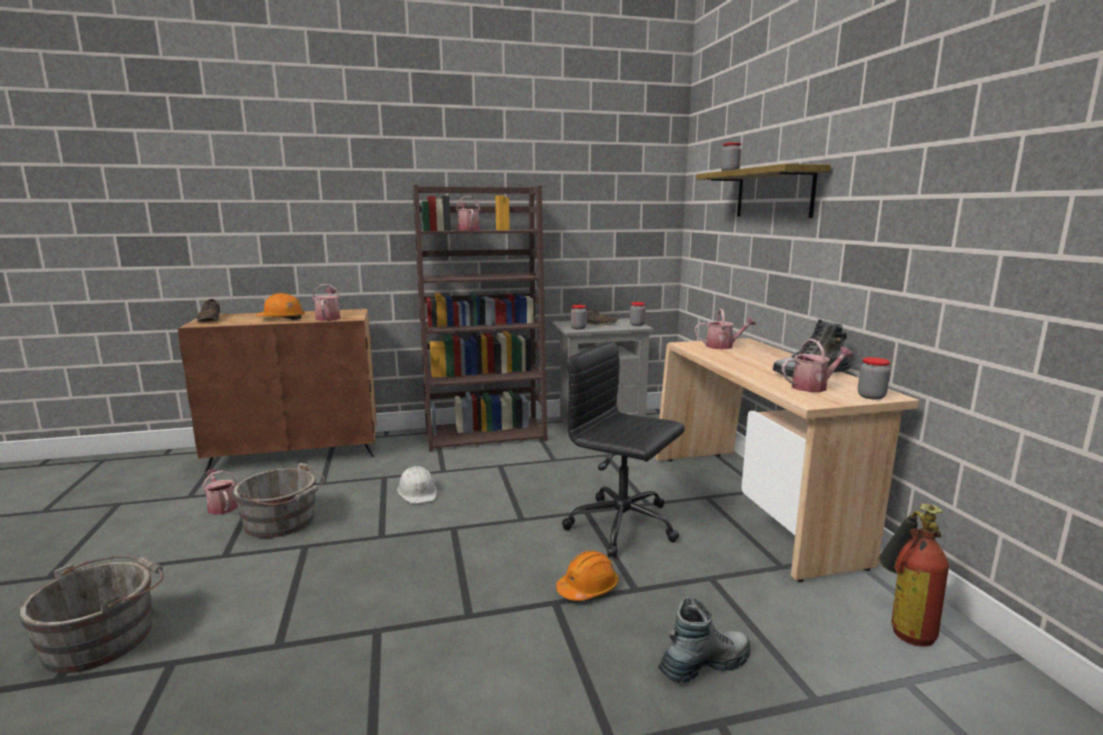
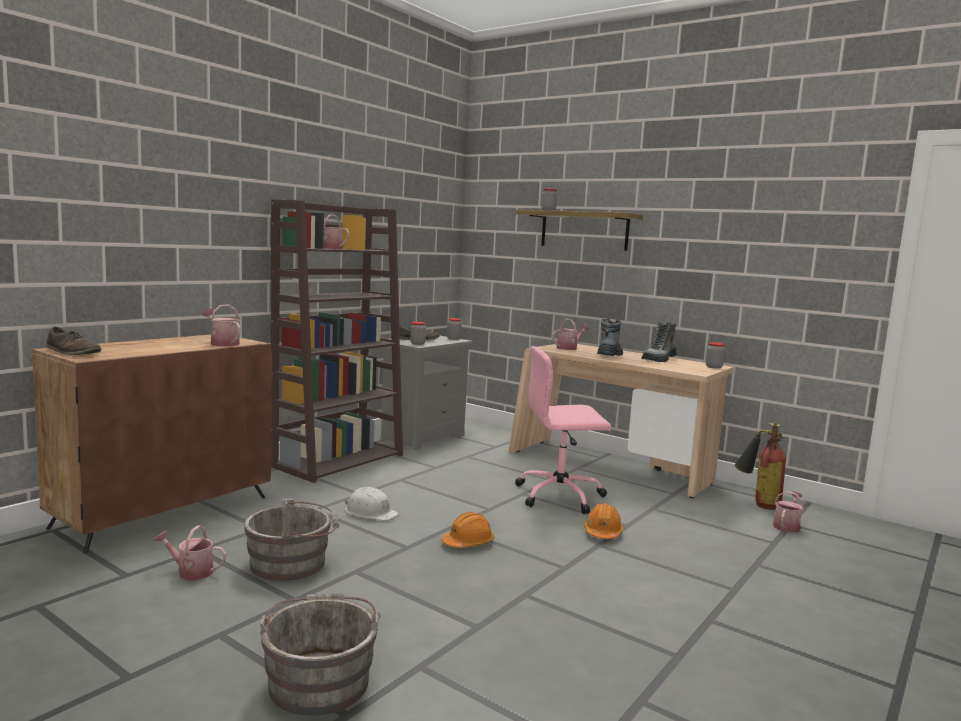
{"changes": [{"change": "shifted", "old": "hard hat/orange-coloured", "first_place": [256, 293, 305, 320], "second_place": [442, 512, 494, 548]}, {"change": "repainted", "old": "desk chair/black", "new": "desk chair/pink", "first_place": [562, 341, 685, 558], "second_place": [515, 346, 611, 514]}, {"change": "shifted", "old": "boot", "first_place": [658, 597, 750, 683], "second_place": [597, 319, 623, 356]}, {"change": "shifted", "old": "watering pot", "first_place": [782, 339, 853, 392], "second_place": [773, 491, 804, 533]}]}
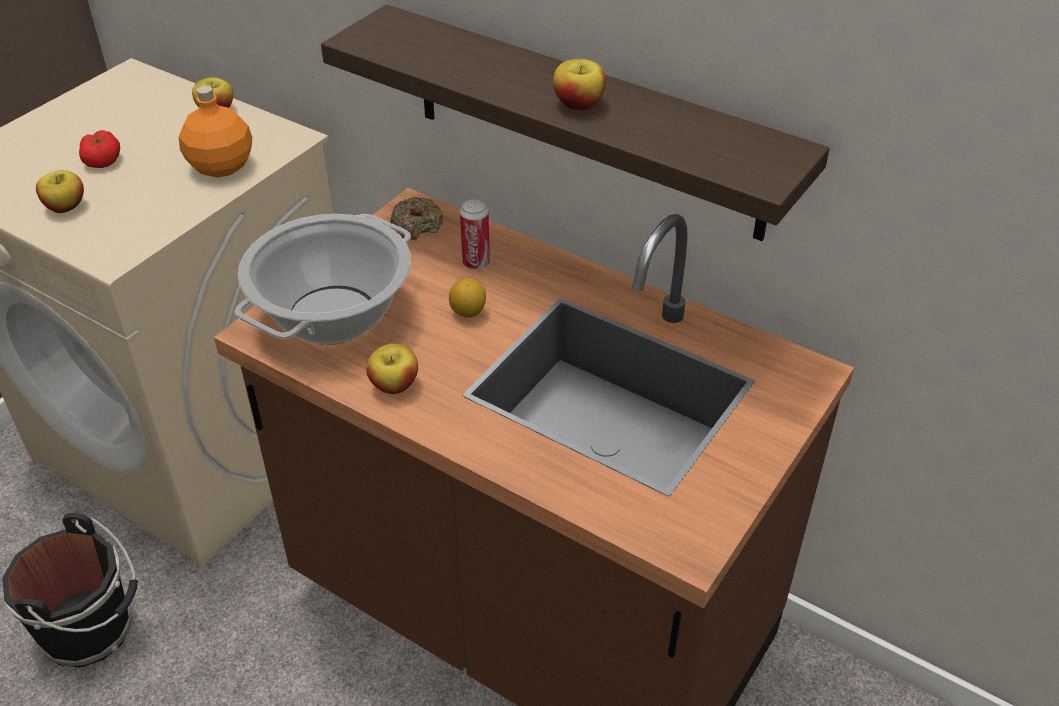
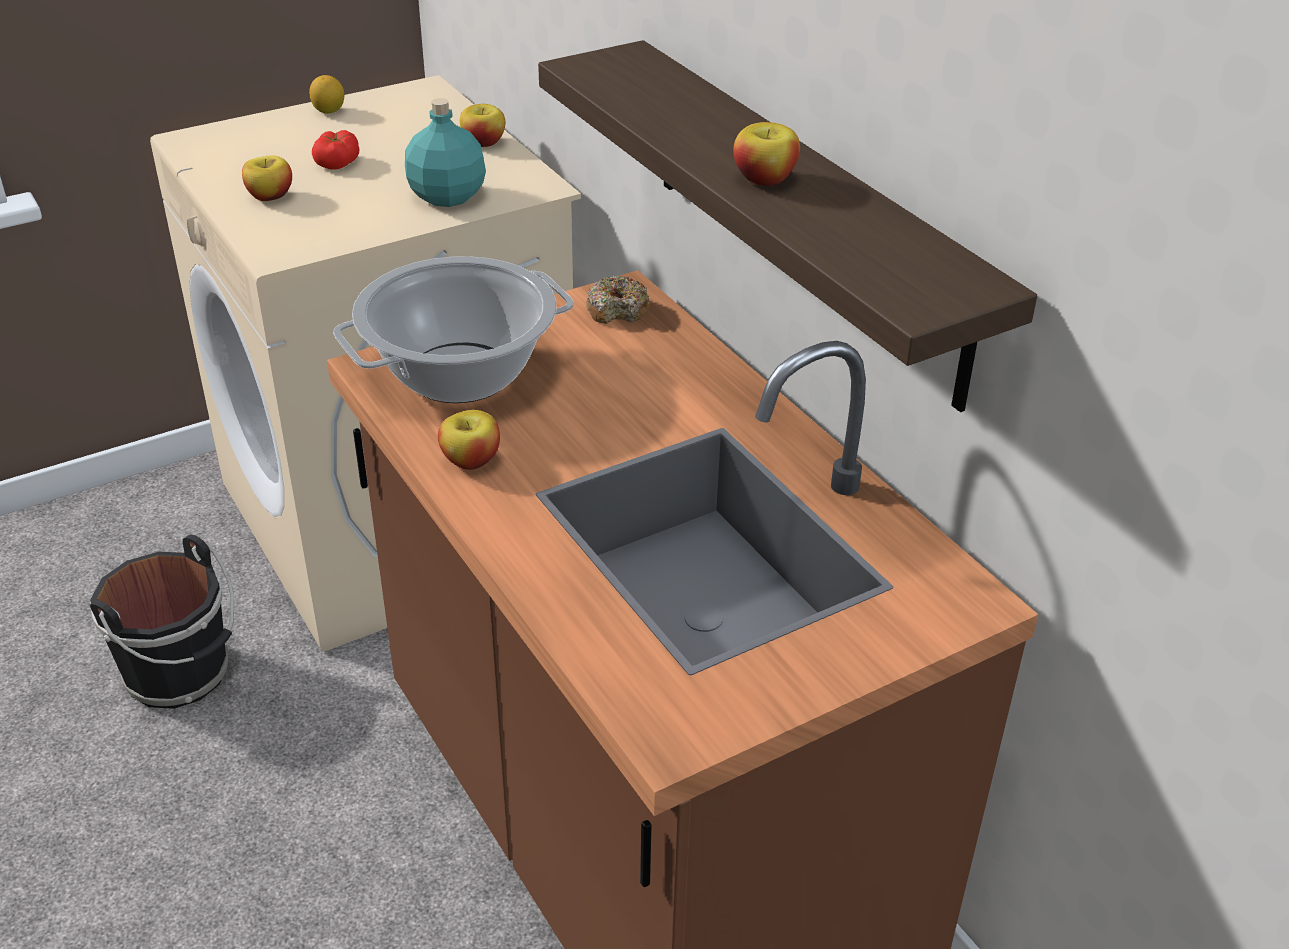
{"changes": [{"change": "shifted", "old": "citrus fruit", "first_place": [449, 278, 486, 318], "second_place": [309, 75, 344, 114]}, {"change": "repainted", "old": "bottle/orange-coloured", "new": "bottle/turquoise-coloured", "first_place": [179, 86, 252, 177], "second_place": [405, 98, 486, 207]}, {"change": "gone", "old": "metal can", "first_place": [460, 199, 490, 270]}]}
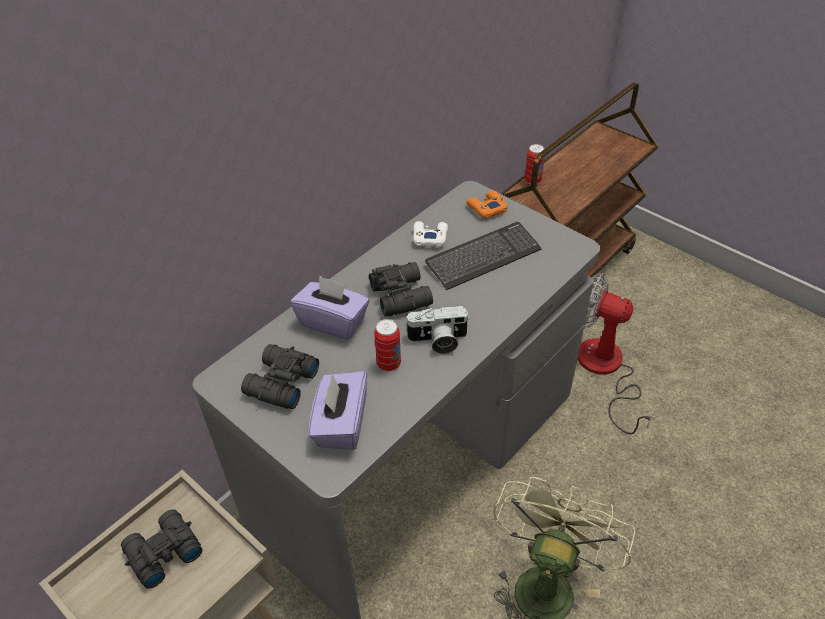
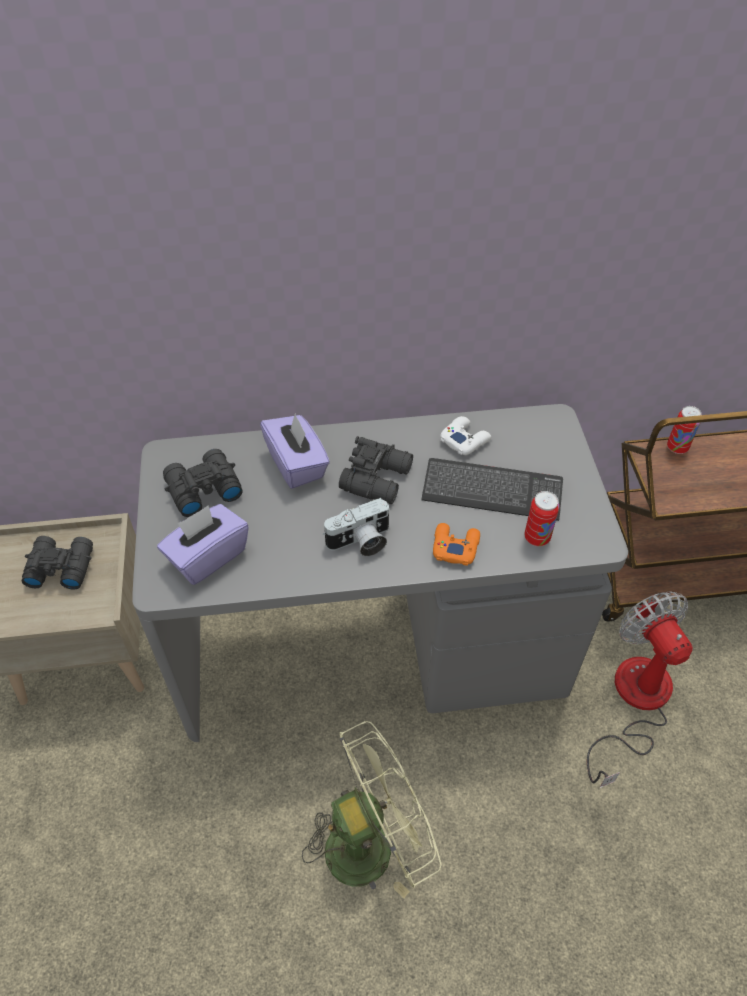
{"changes": [{"change": "rotated", "old": "photo camera", "first_place": [405, 306, 470, 354], "second_place": [323, 498, 390, 556], "degrees": -60}, {"change": "shifted", "old": "joypad/orange-coloured", "first_place": [466, 190, 508, 218], "second_place": [433, 523, 480, 566]}, {"change": "shifted", "old": "metal can", "first_place": [374, 319, 401, 371], "second_place": [524, 491, 559, 547]}]}
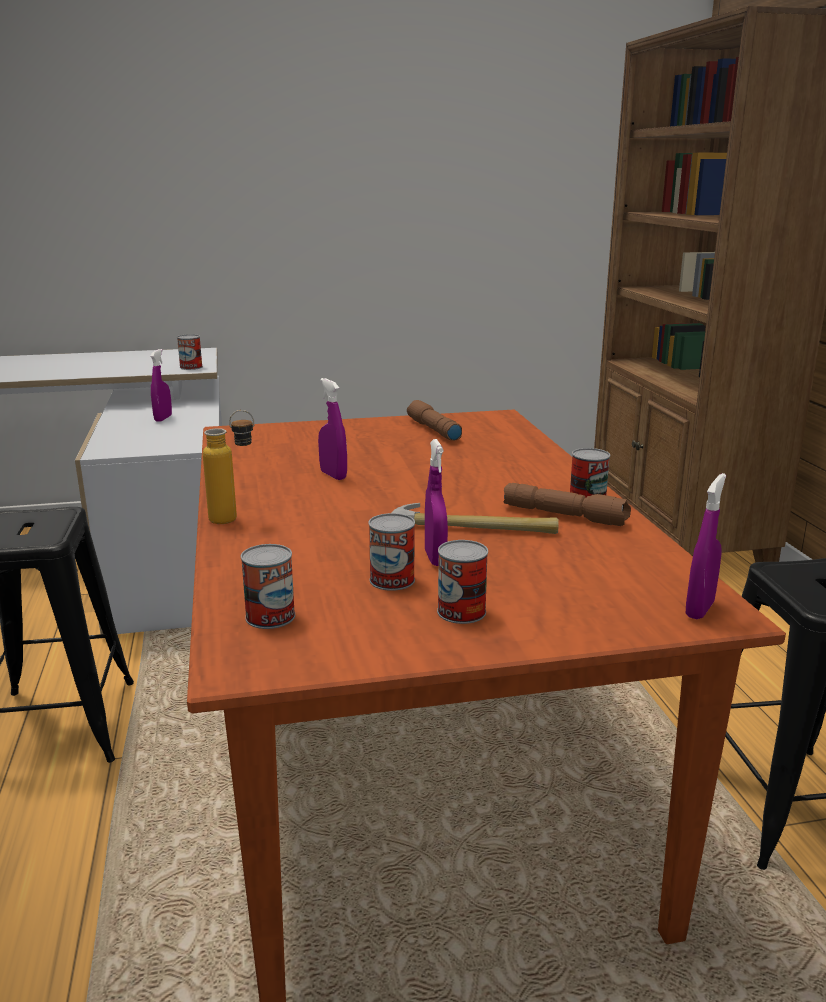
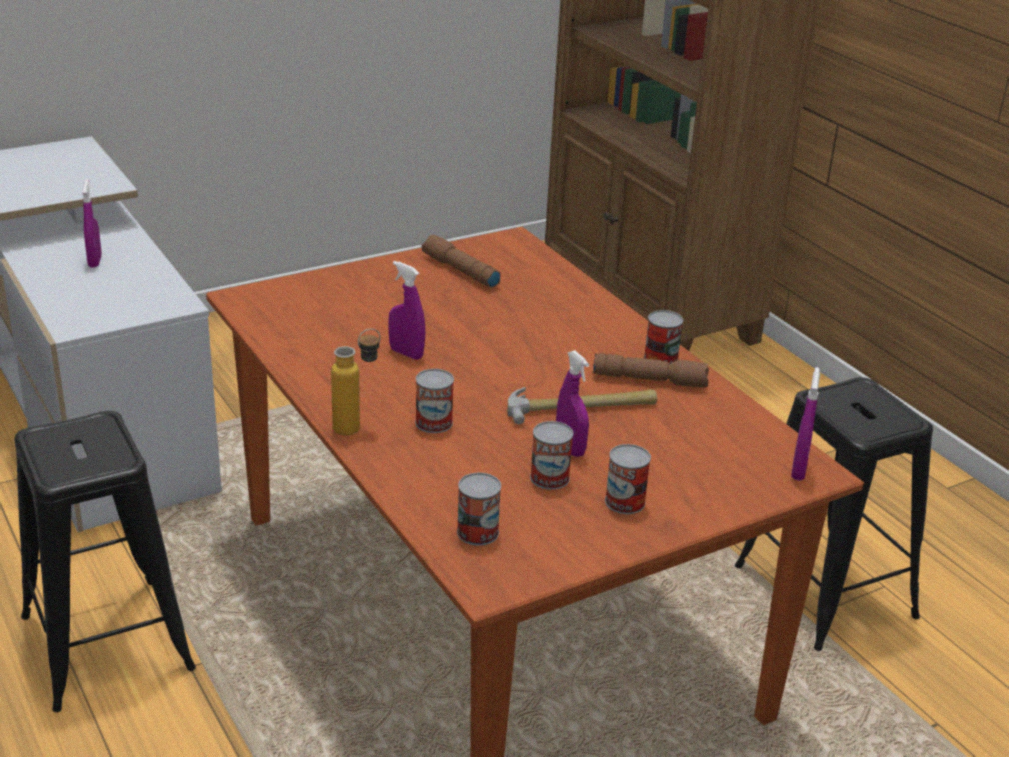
{"changes": [{"change": "shifted", "old": "metal can", "first_place": [177, 334, 203, 370], "second_place": [415, 369, 454, 433]}]}
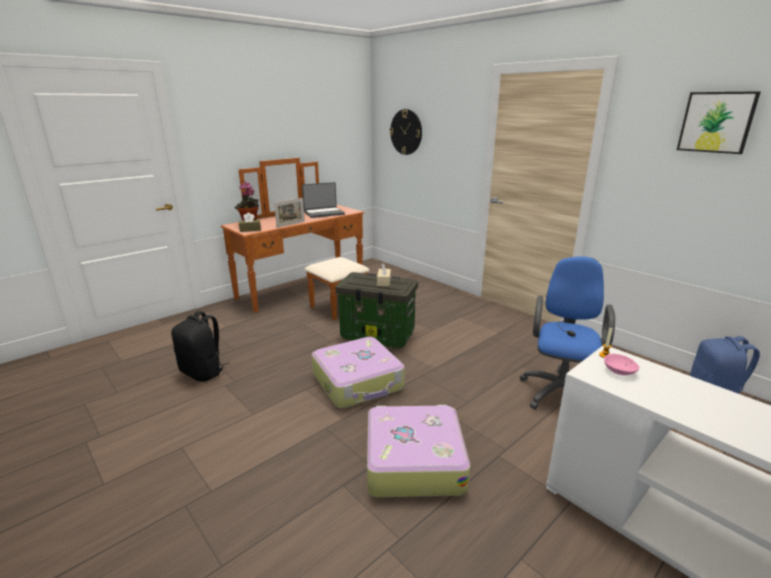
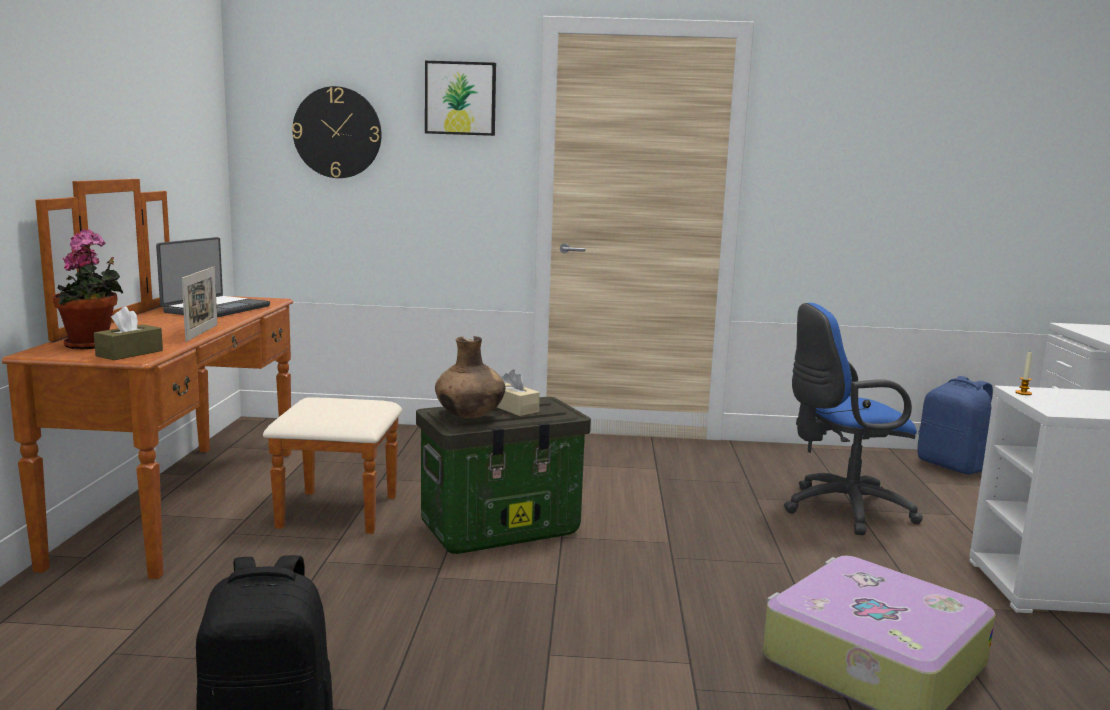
{"changes": [{"change": "shifted", "old": "wall picture", "first_place": [677, 91, 760, 154], "second_place": [425, 61, 496, 136]}, {"change": "new", "new": "flower vase/brown-coloured", "second_place": [435, 336, 506, 418]}, {"change": "rotated", "old": "desk chair/blue-coloured", "first_place": [519, 256, 615, 410], "second_place": [784, 303, 923, 535], "degrees": -75}, {"change": "gone", "old": "suitcase", "first_place": [312, 337, 405, 408]}, {"change": "gone", "old": "deep dish/pink", "first_place": [604, 354, 639, 375]}]}
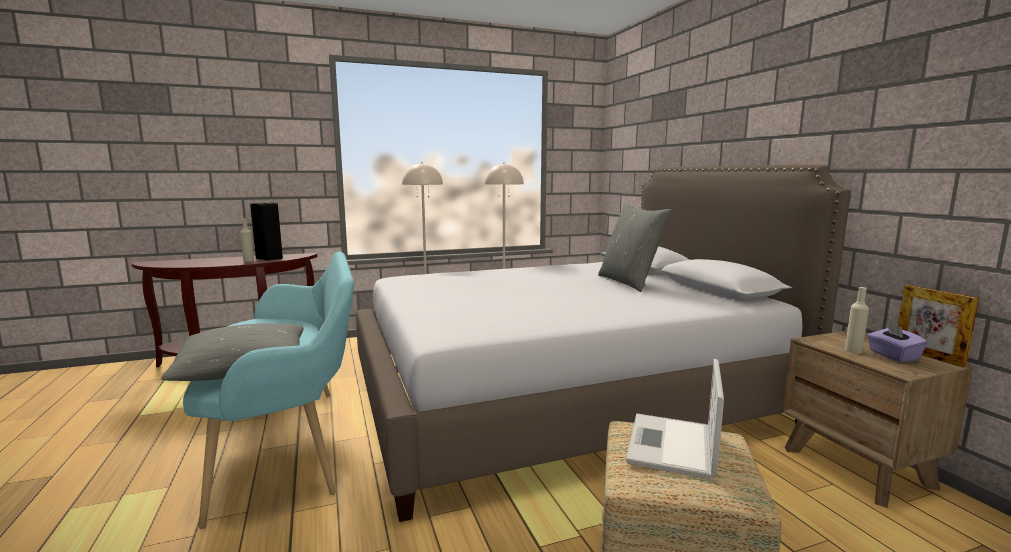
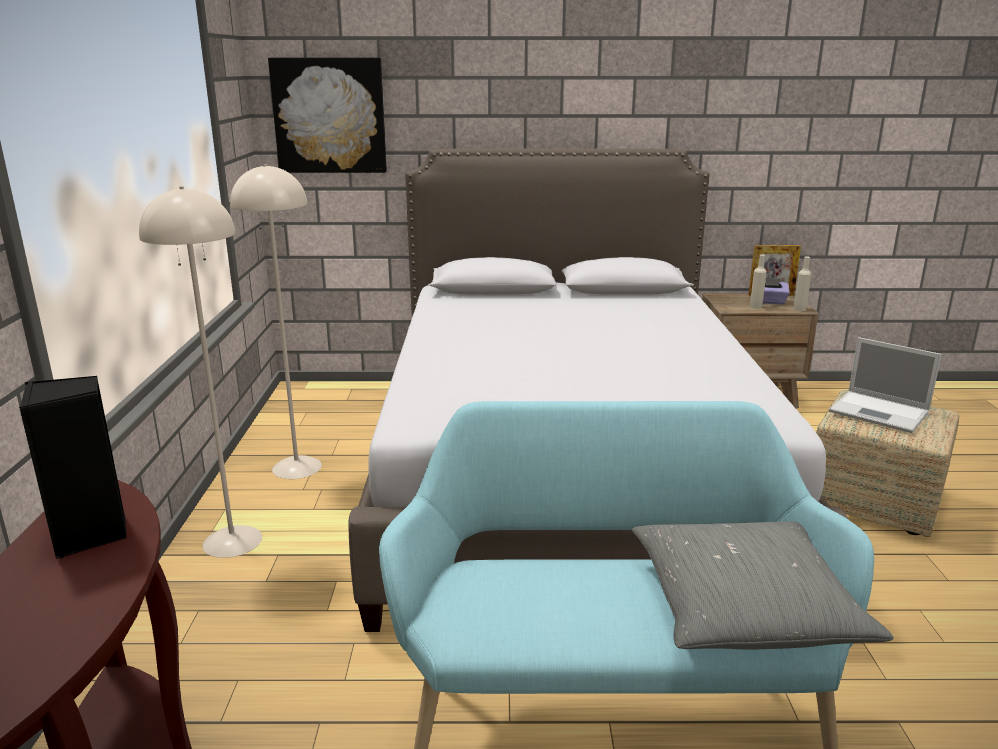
{"changes": [{"change": "new", "new": "wall picture", "second_place": [268, 58, 387, 173]}, {"change": "shifted", "old": "bottle/sand-coloured", "first_place": [240, 219, 254, 262], "second_place": [793, 256, 811, 311]}, {"change": "gone", "old": "throw pillow/grey", "first_place": [598, 204, 672, 292]}]}
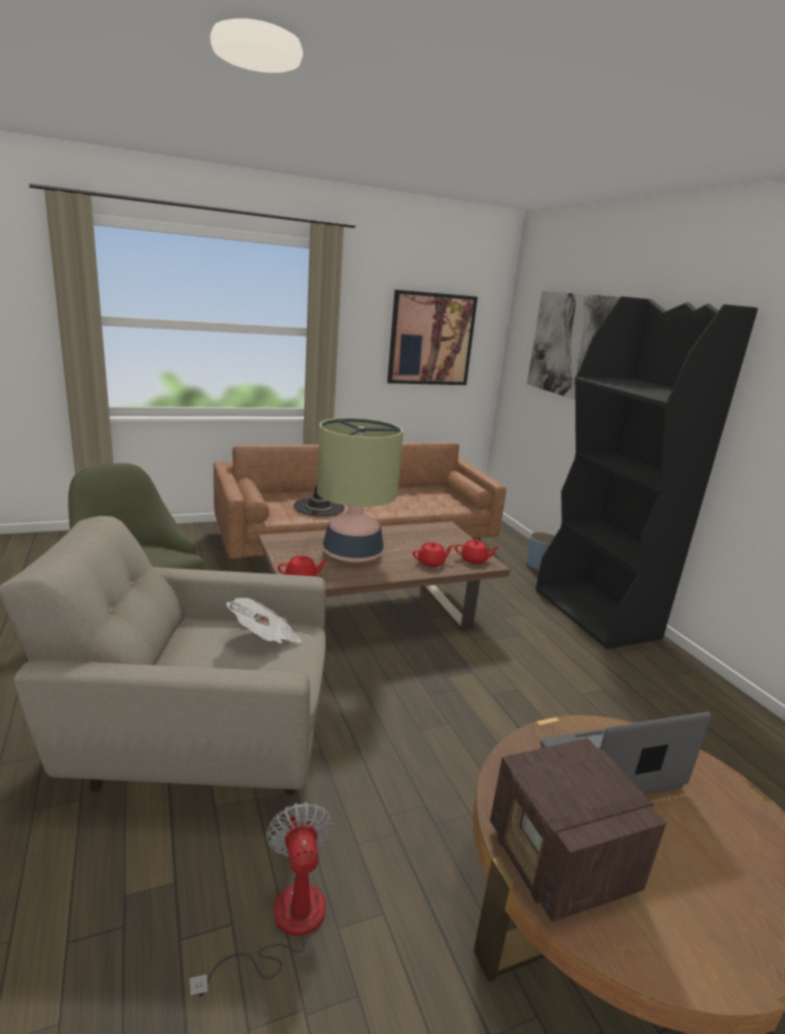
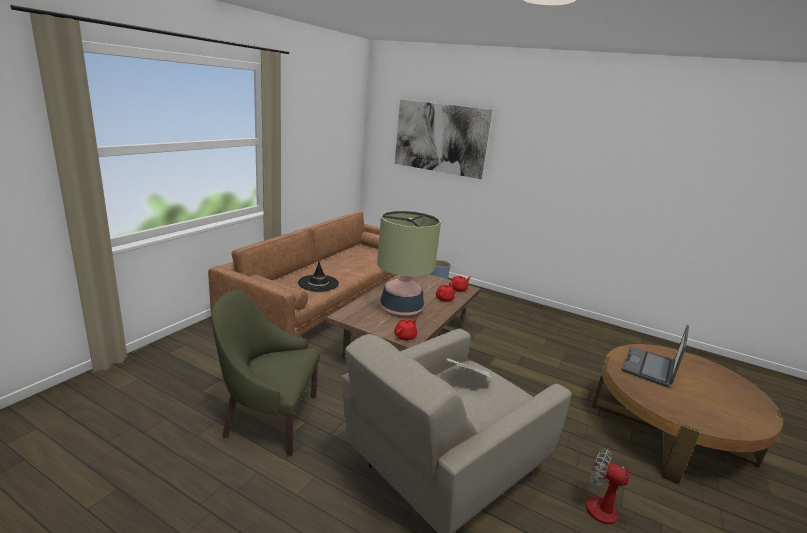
{"changes": [{"change": "gone", "old": "wall picture", "first_place": [387, 290, 478, 385]}, {"change": "gone", "old": "radio receiver", "first_place": [490, 738, 666, 922]}, {"change": "gone", "old": "shelving unit/black", "first_place": [536, 296, 758, 649]}]}
